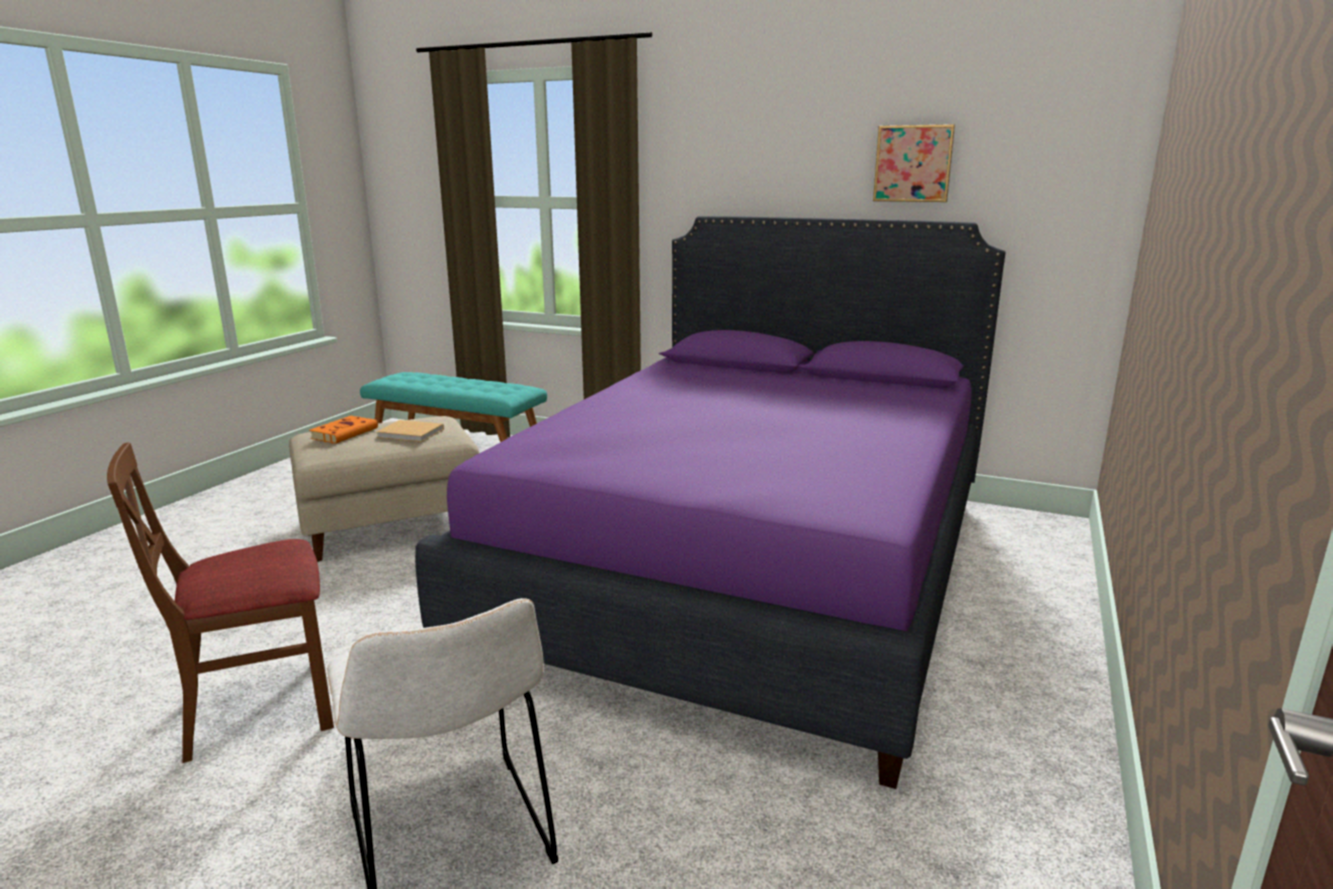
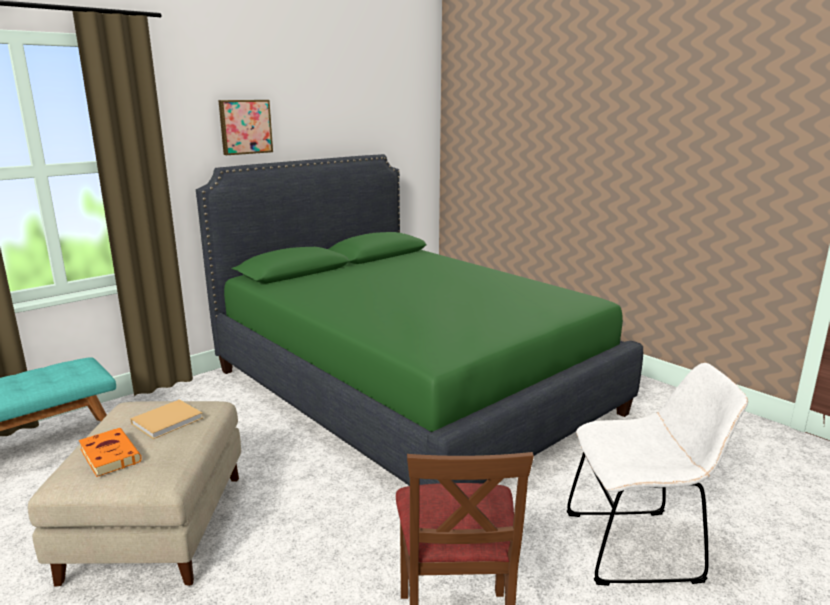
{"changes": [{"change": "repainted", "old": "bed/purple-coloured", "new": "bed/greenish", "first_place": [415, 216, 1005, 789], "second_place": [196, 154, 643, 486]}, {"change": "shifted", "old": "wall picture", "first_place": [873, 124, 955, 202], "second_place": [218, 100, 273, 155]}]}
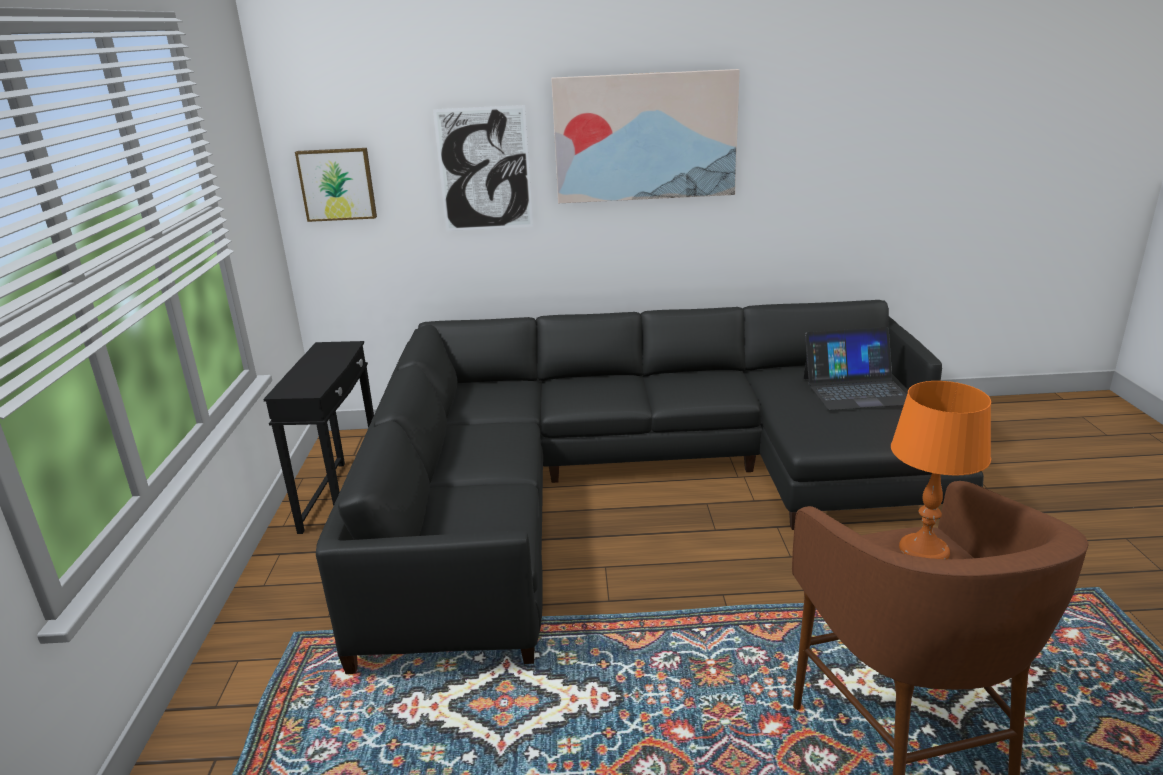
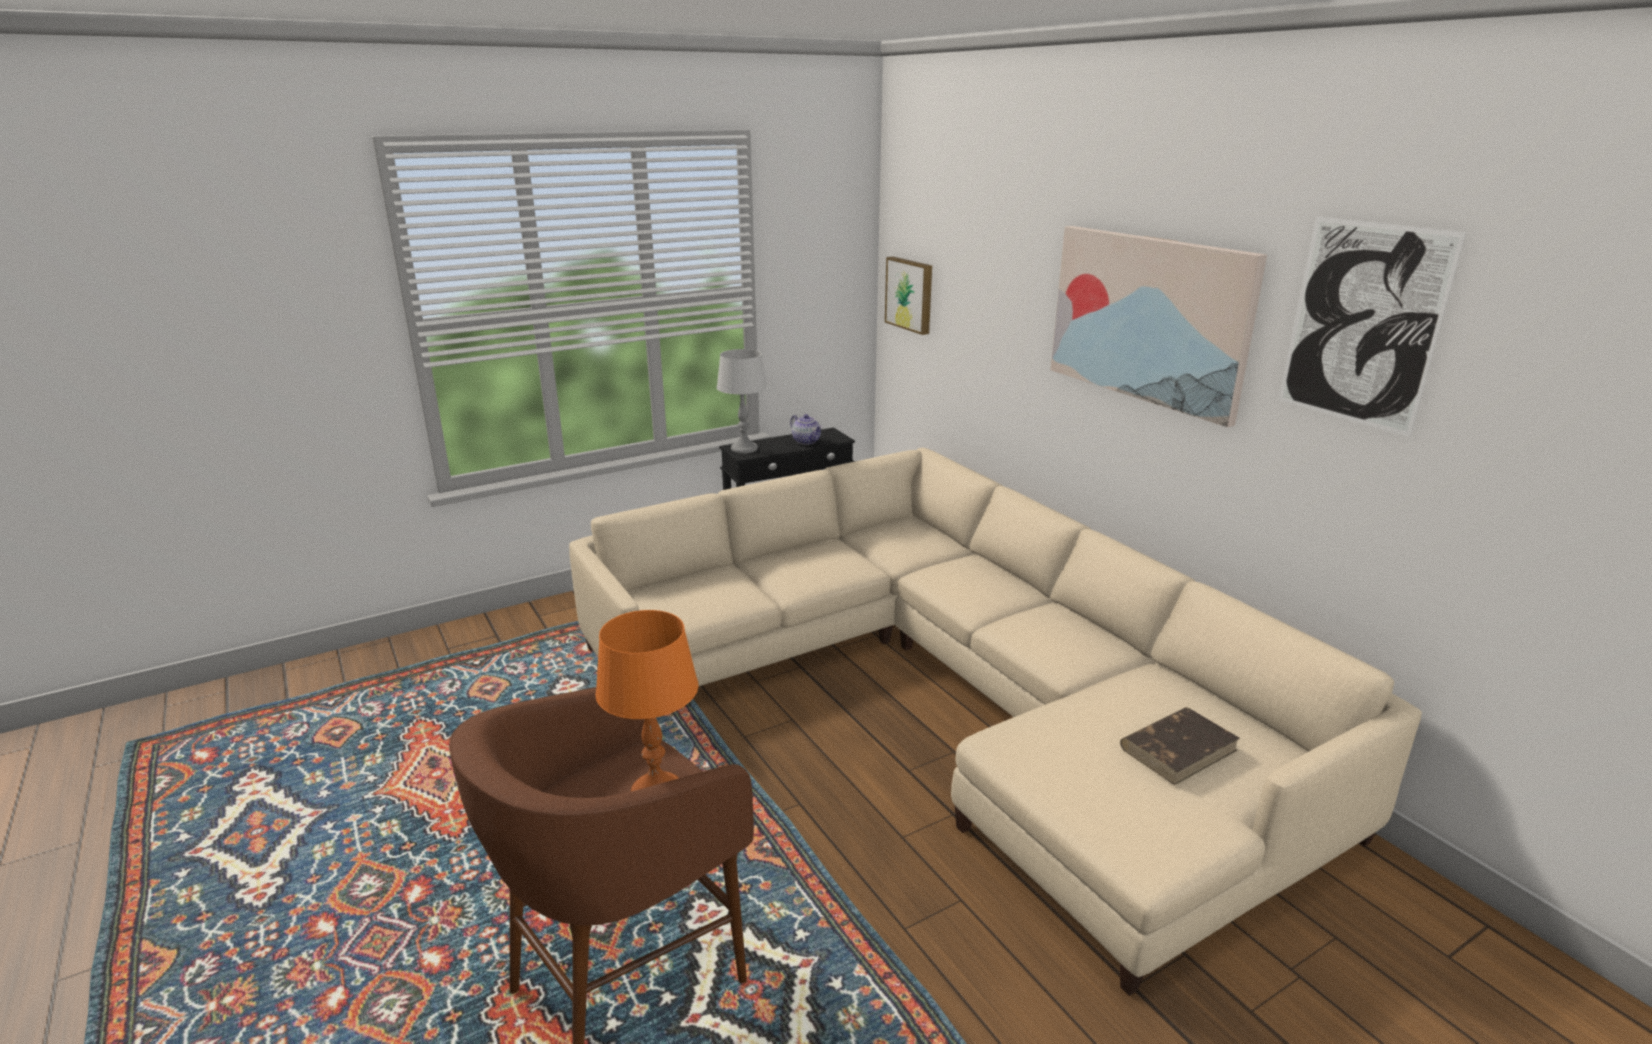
{"changes": [{"change": "repainted", "old": "sofa/black", "new": "sofa/sand-coloured", "first_place": [316, 300, 984, 674], "second_place": [569, 448, 1422, 996]}, {"change": "new", "new": "table lamp/grey", "second_place": [717, 349, 767, 454]}, {"change": "new", "new": "tea pot", "second_place": [790, 414, 822, 445]}, {"change": "swapped", "old": "laptop", "new": "book/brown-coloured", "first_place": [804, 327, 907, 410], "second_place": [1120, 707, 1240, 785]}, {"change": "shifted", "old": "wall picture", "first_place": [433, 105, 533, 231], "second_place": [1278, 216, 1466, 437]}]}
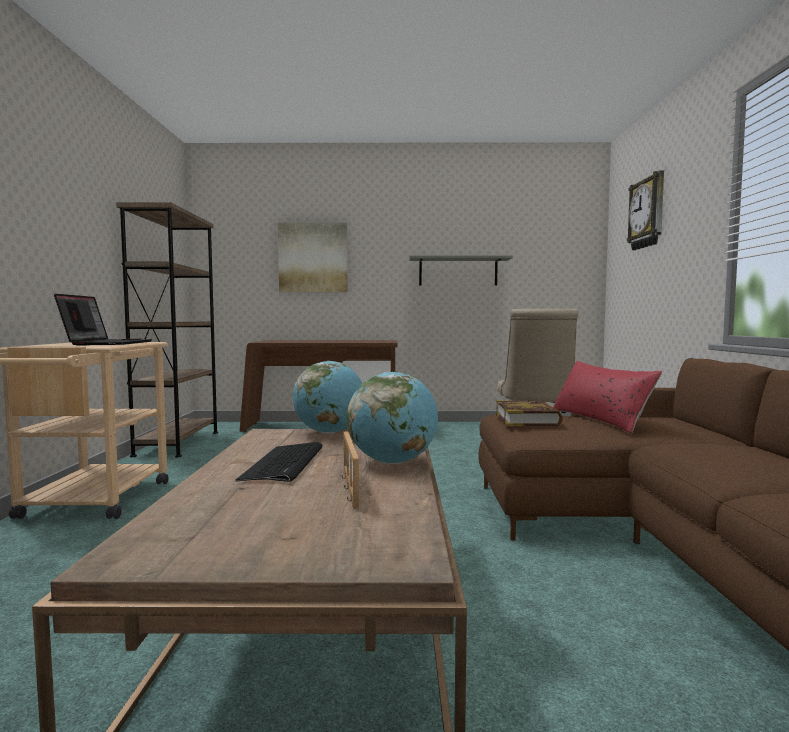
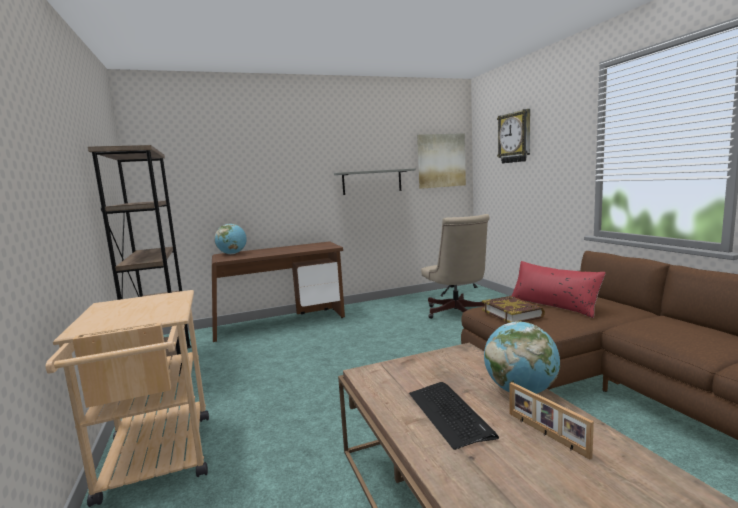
{"changes": [{"change": "shifted", "old": "world globe", "first_place": [293, 361, 362, 434], "second_place": [215, 224, 247, 254]}, {"change": "shifted", "old": "wall picture", "first_place": [278, 222, 348, 292], "second_place": [417, 133, 466, 189]}, {"change": "gone", "old": "laptop", "first_place": [54, 294, 152, 345]}]}
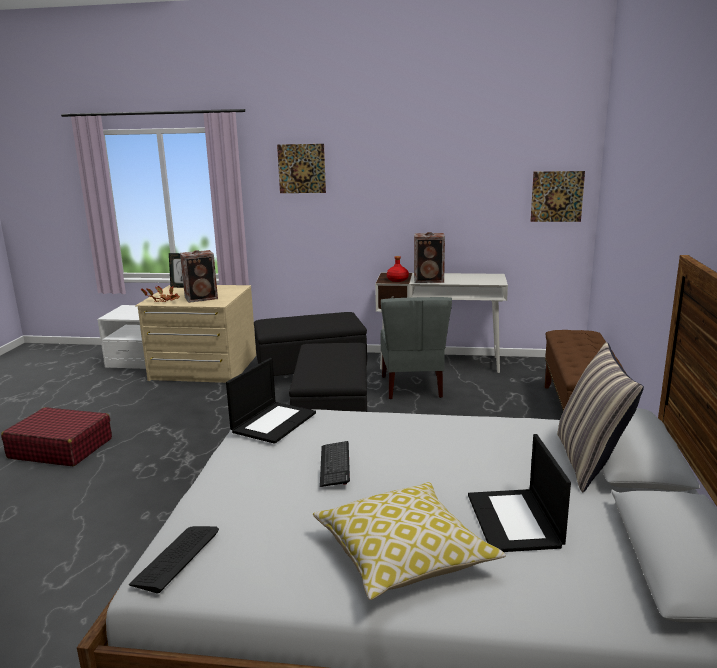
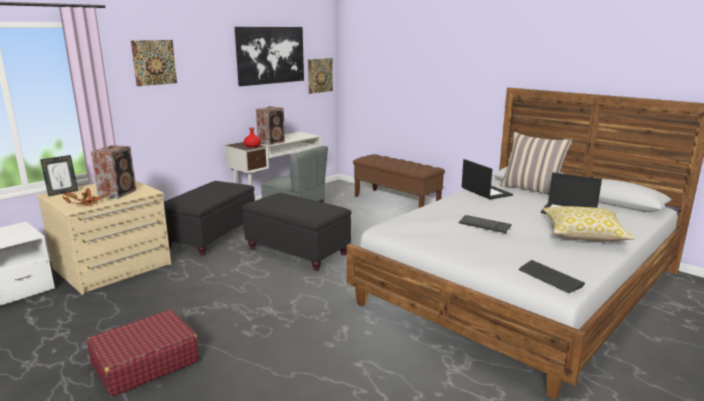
{"changes": [{"change": "new", "new": "wall picture", "second_place": [235, 27, 304, 86]}, {"change": "shifted", "old": "laptop", "first_place": [226, 358, 316, 444], "second_place": [462, 159, 513, 200]}]}
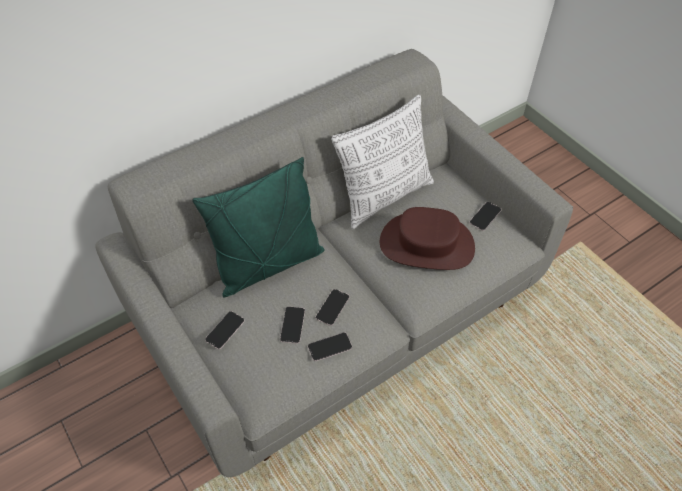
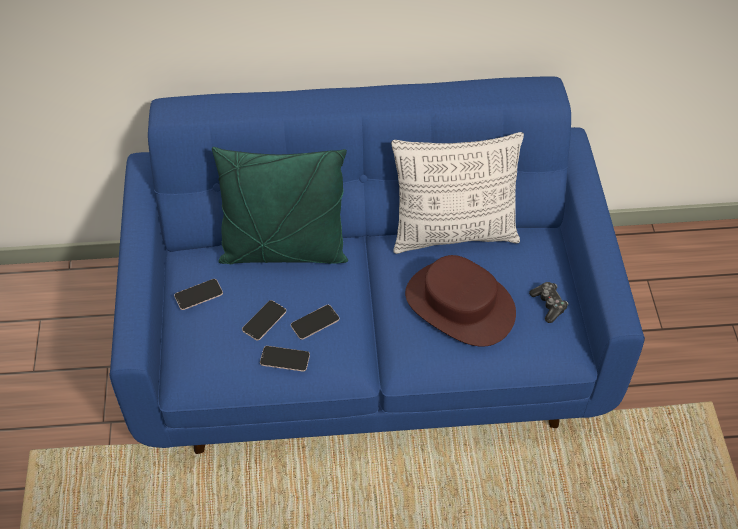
{"changes": [{"change": "repainted", "old": "sofa/grey", "new": "sofa/blue-coloured", "first_place": [95, 49, 573, 477], "second_place": [110, 76, 645, 454]}, {"change": "swapped", "old": "handset", "new": "joypad", "first_place": [469, 202, 502, 231], "second_place": [529, 282, 568, 323]}]}
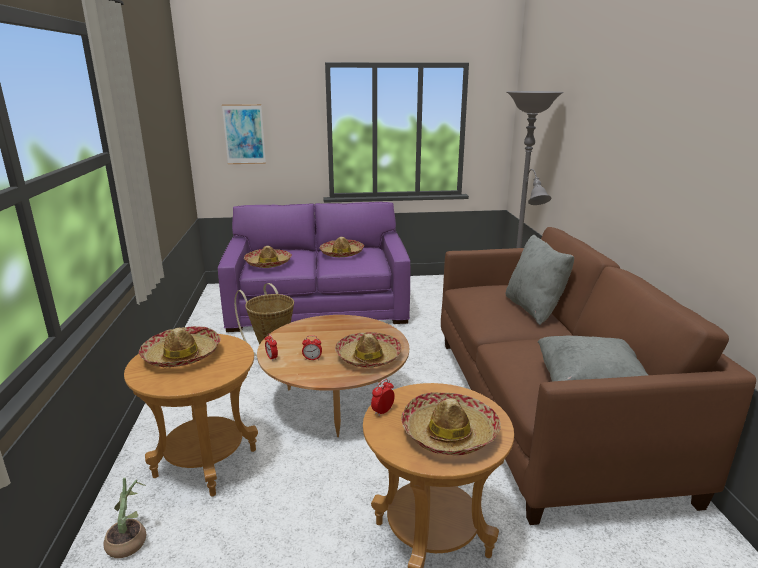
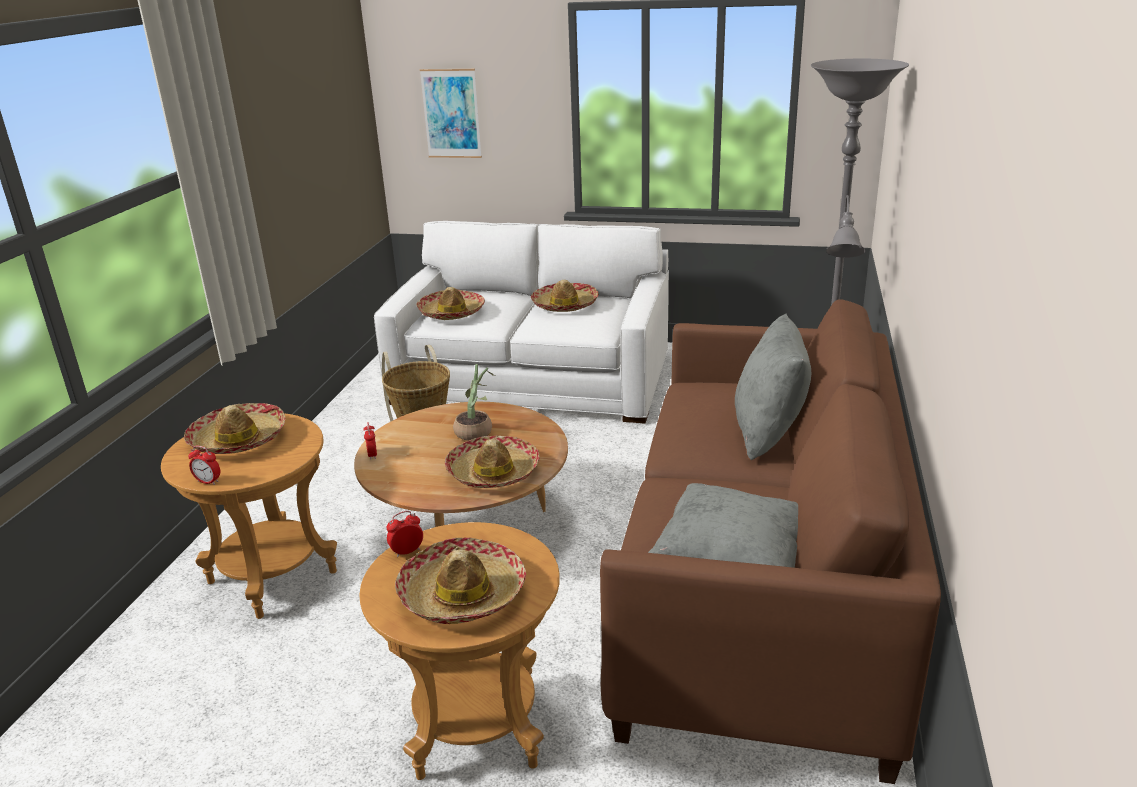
{"changes": [{"change": "shifted", "old": "bedside clock", "first_place": [302, 336, 322, 360], "second_place": [188, 445, 220, 485]}, {"change": "repainted", "old": "sofa/purple-coloured", "new": "sofa/white-coloured", "first_place": [218, 202, 411, 332], "second_place": [374, 221, 669, 423]}, {"change": "shifted", "old": "houseplant", "first_place": [103, 478, 146, 558], "second_place": [453, 364, 495, 441]}]}
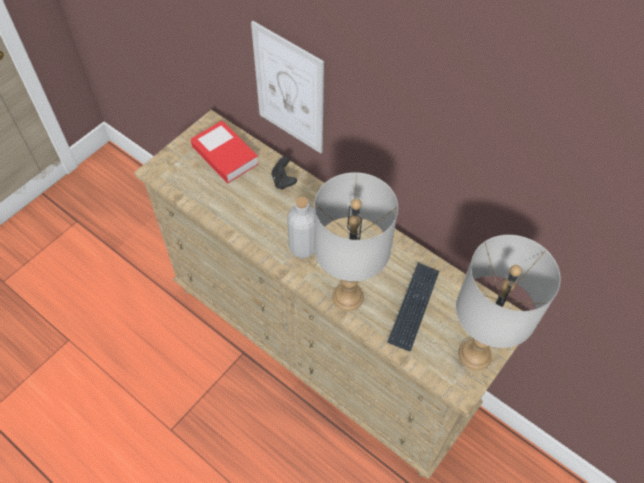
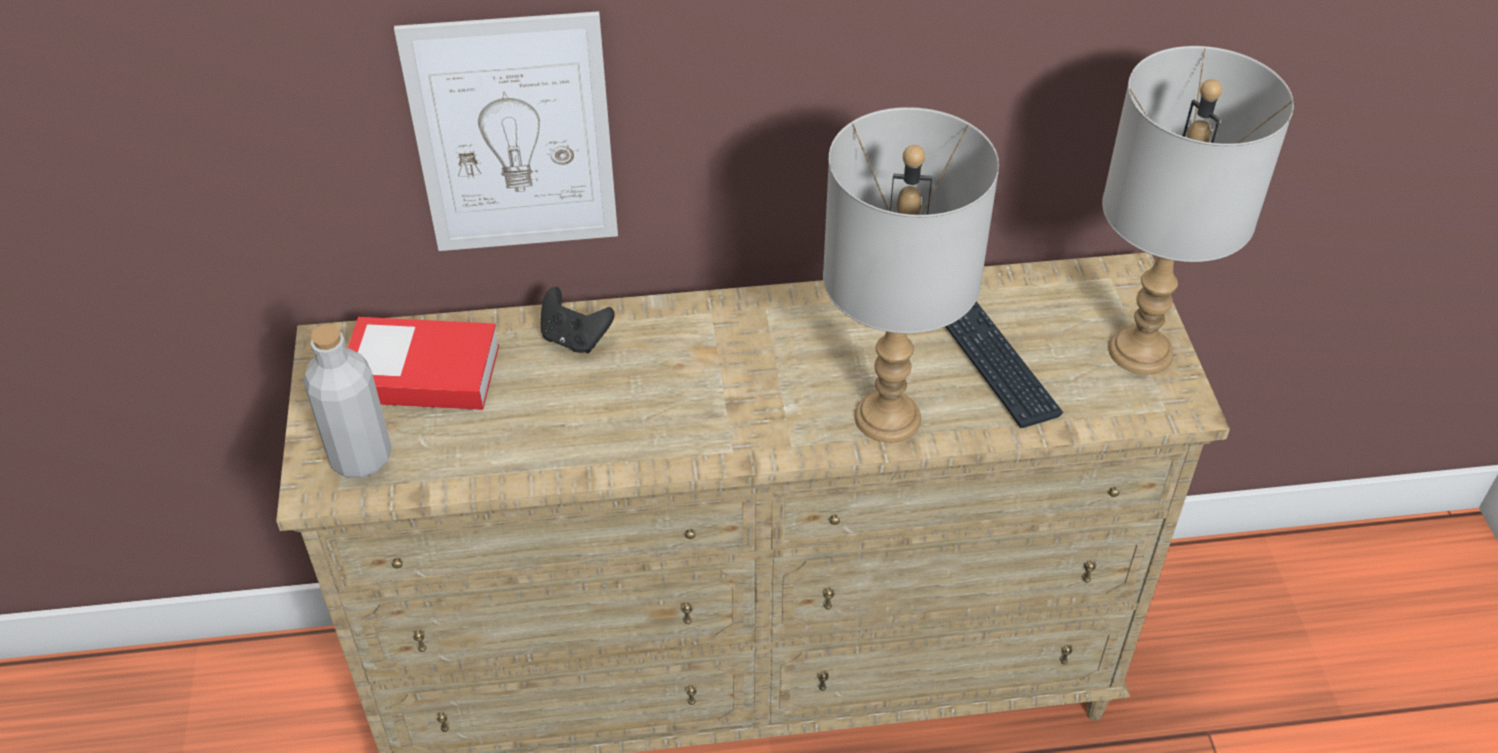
{"changes": [{"change": "shifted", "old": "bottle/grey", "first_place": [287, 196, 315, 258], "second_place": [304, 325, 392, 478]}]}
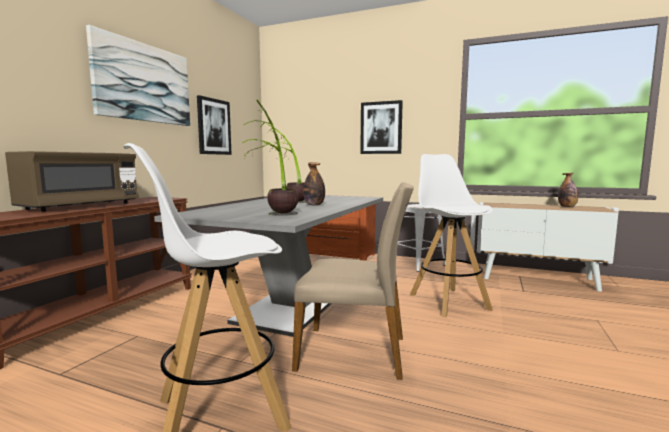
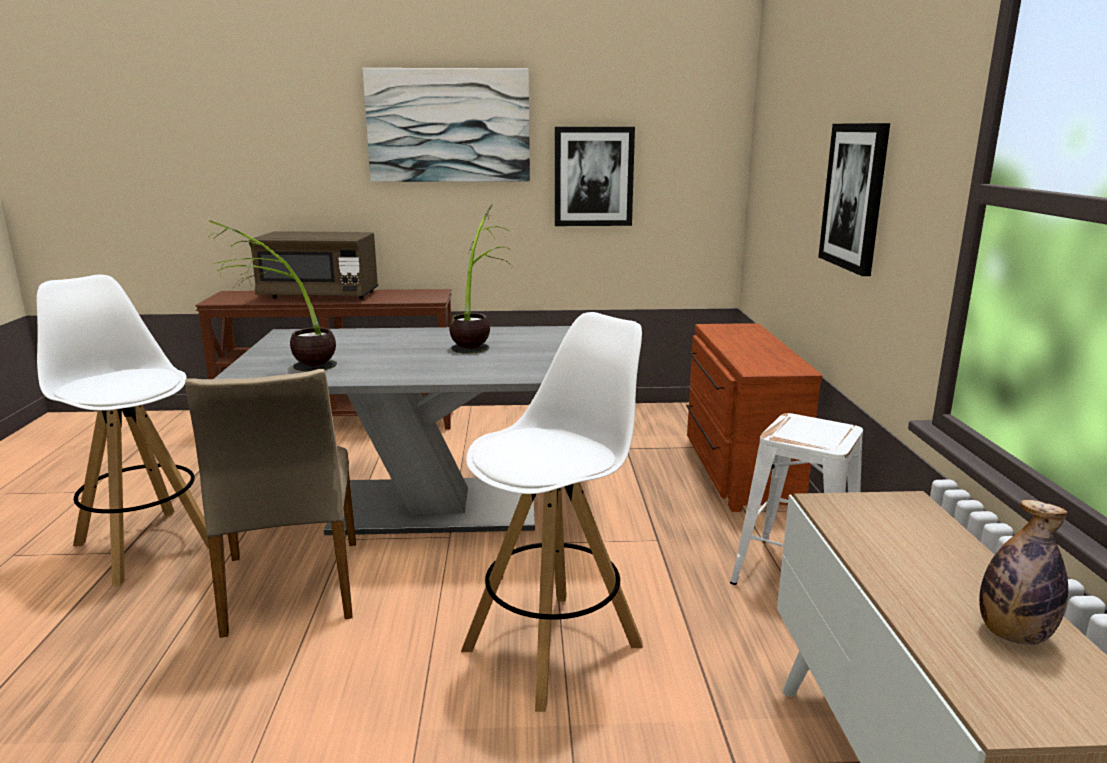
{"changes": [{"change": "gone", "old": "bottle", "first_place": [303, 162, 325, 206]}]}
